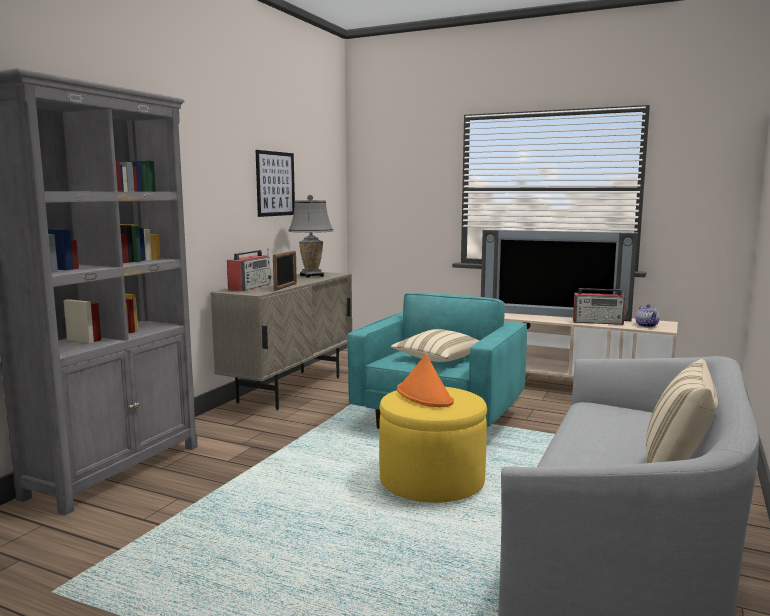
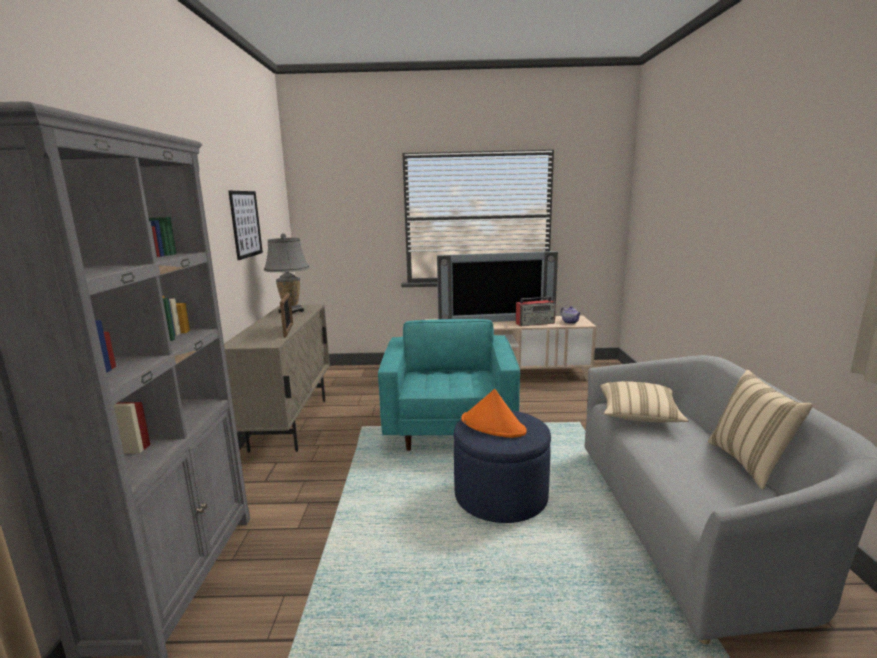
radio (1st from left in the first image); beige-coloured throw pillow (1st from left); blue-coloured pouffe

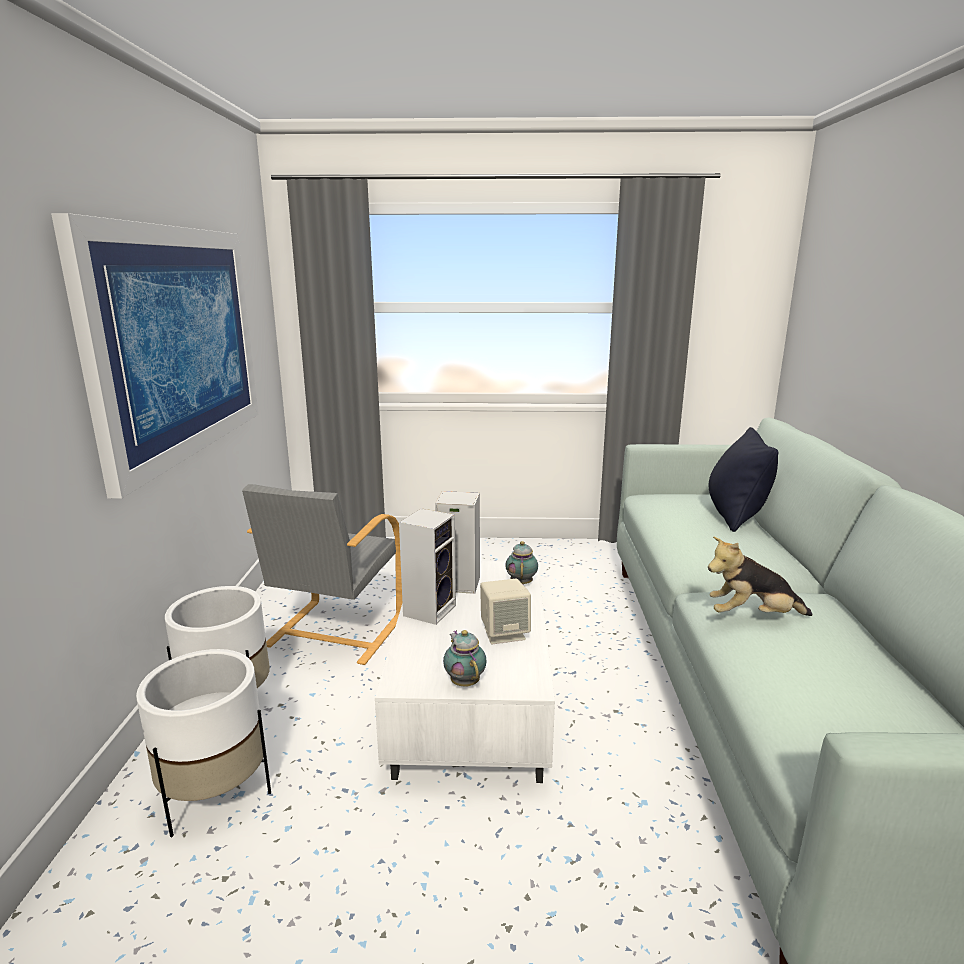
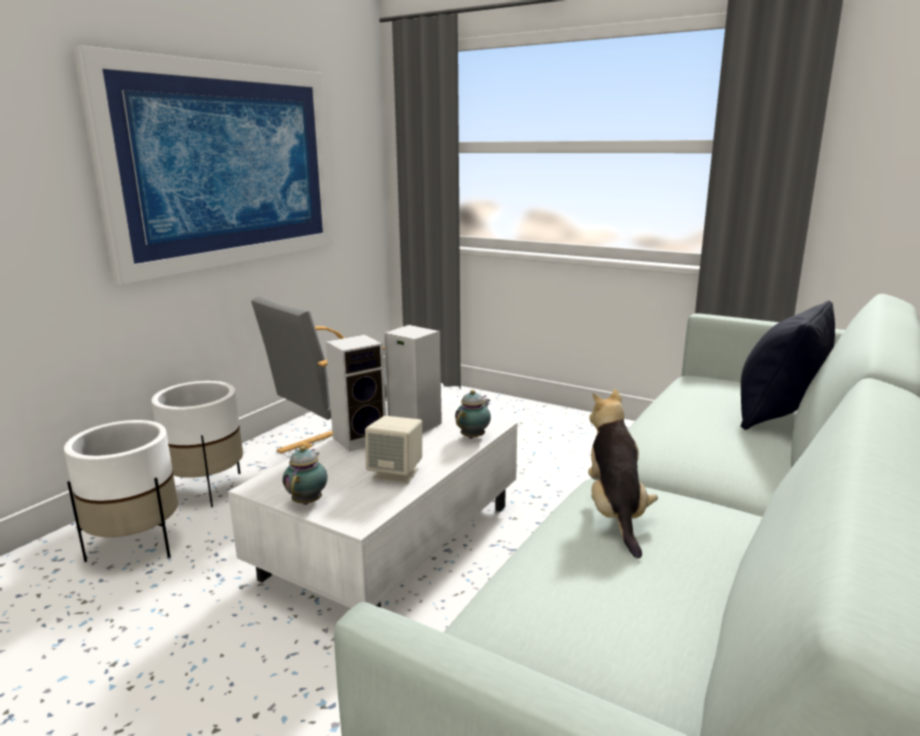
plush toy

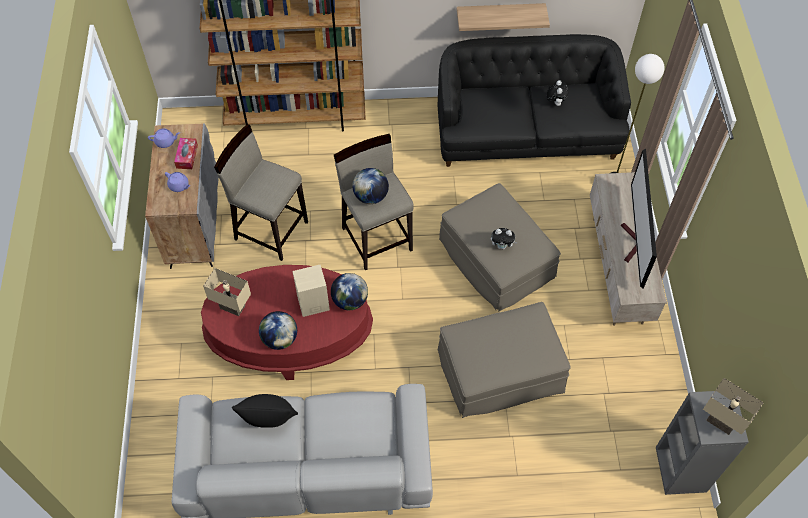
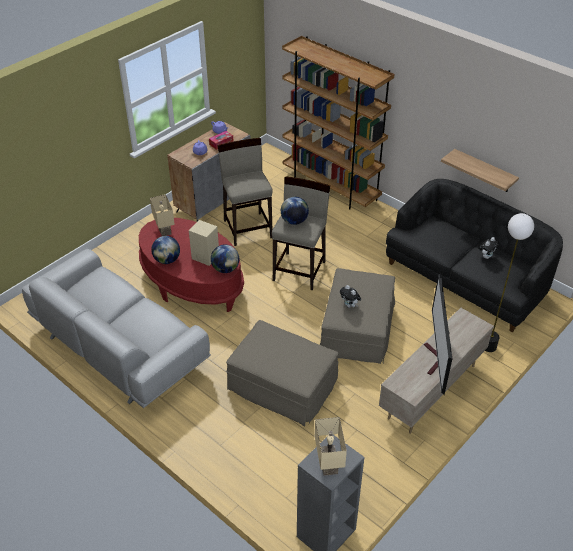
black-coloured throw pillow; TV

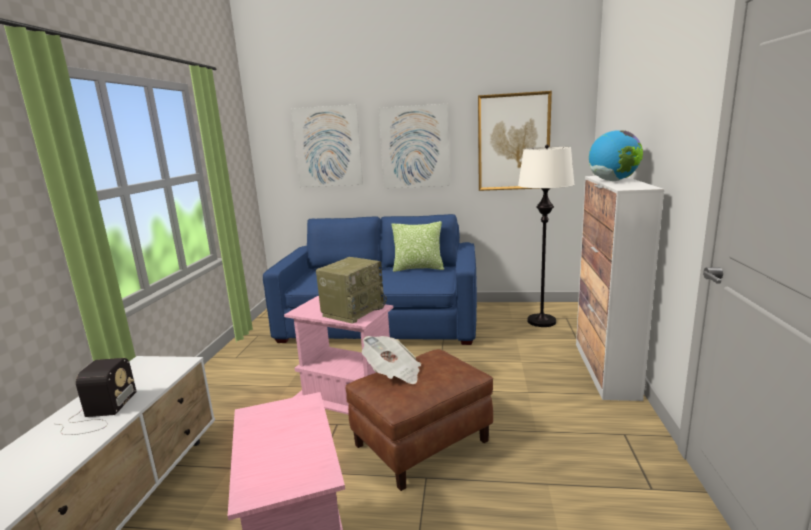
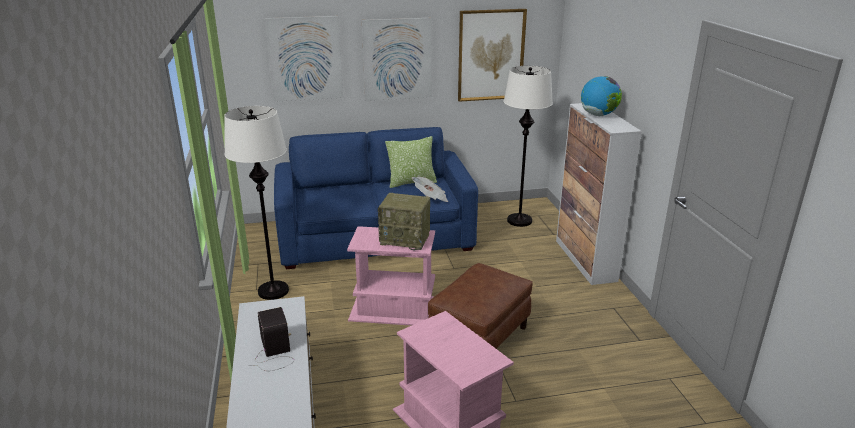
white-coloured standing lamp (1st from left); printed paper; radio (2nd from left)

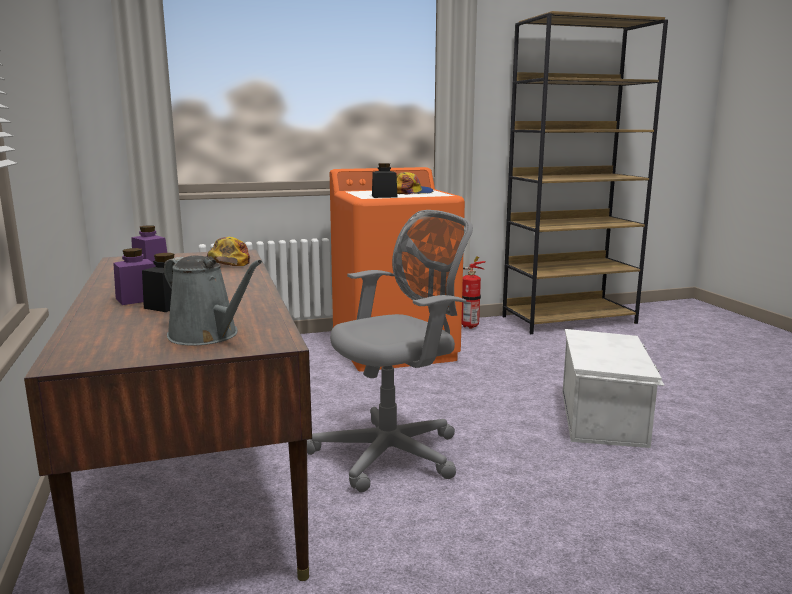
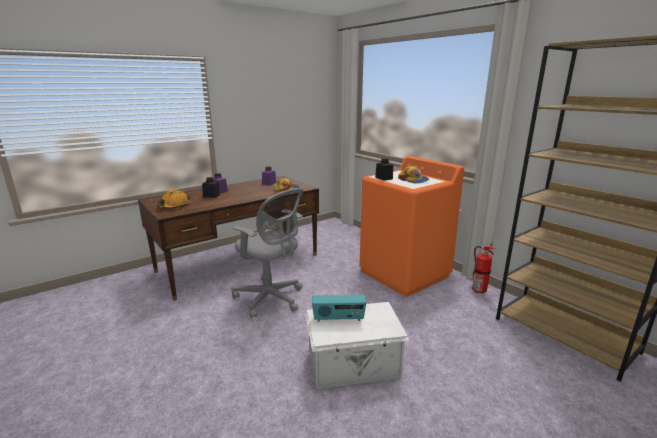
radio; orange-coloured hard hat

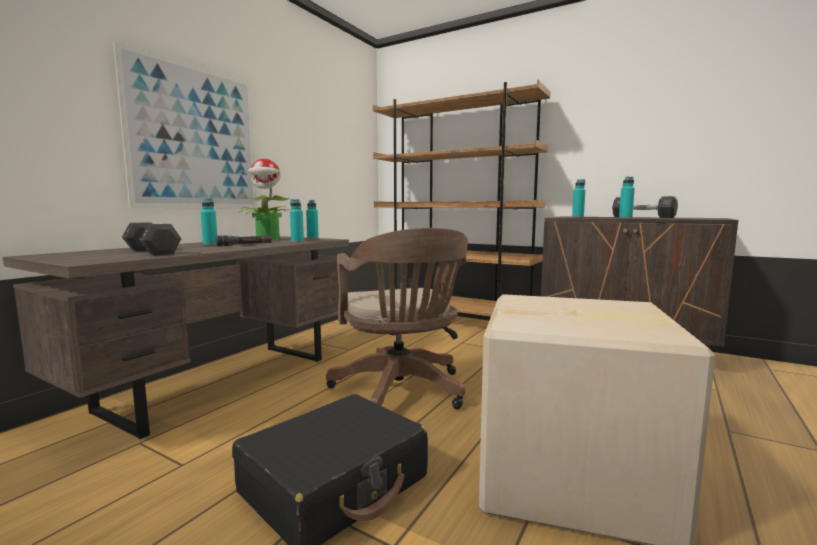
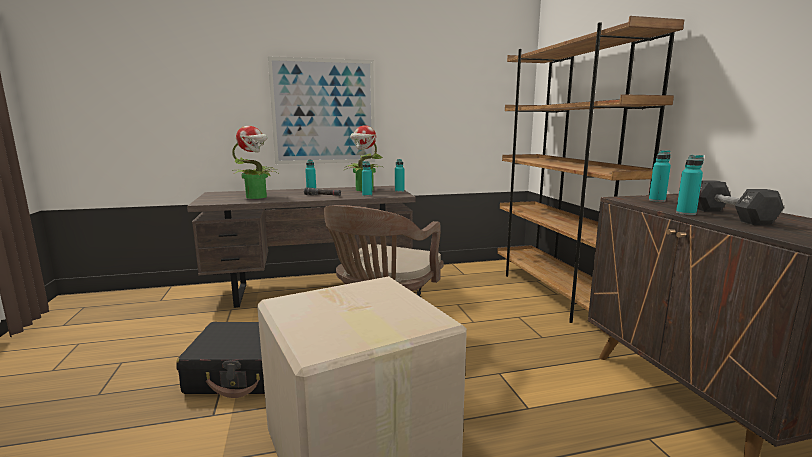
plant in a pot (1st from left)

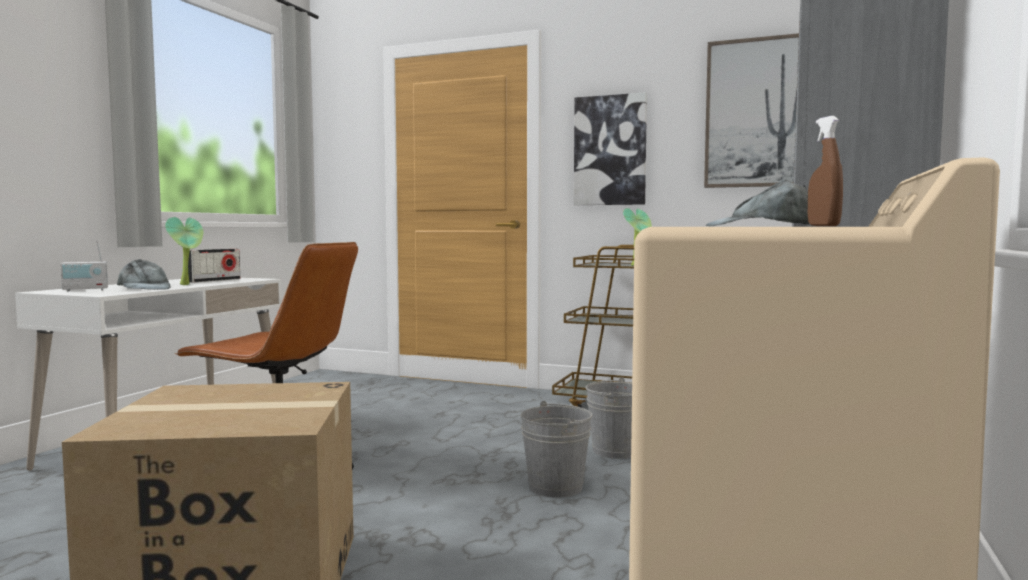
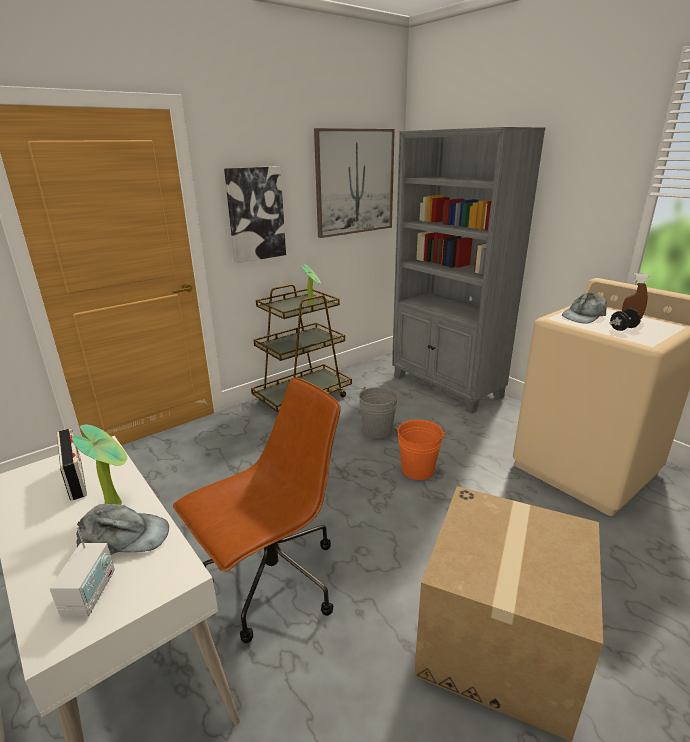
black-coloured free weight; orange-coloured water bucket

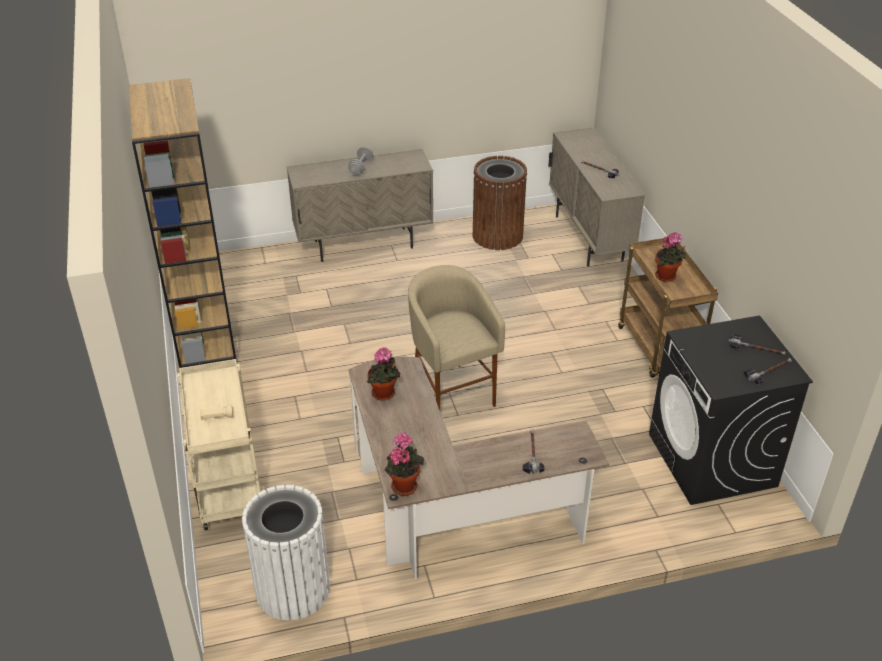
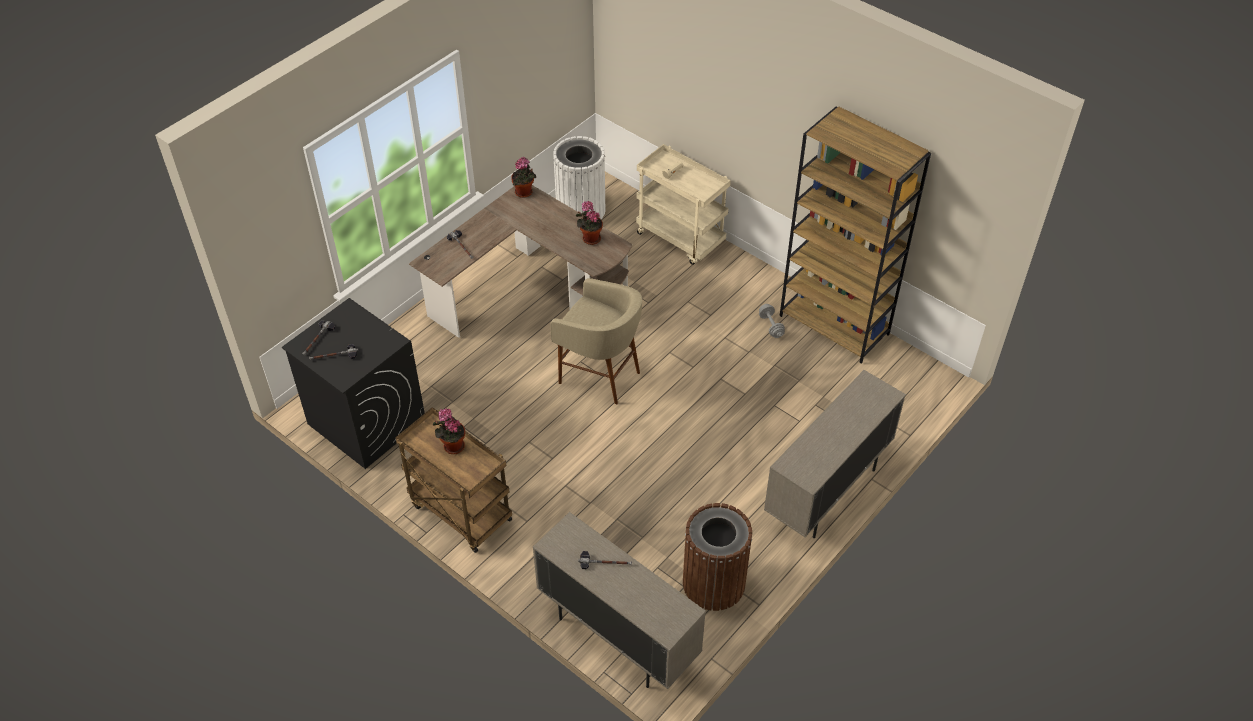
greyish free weight

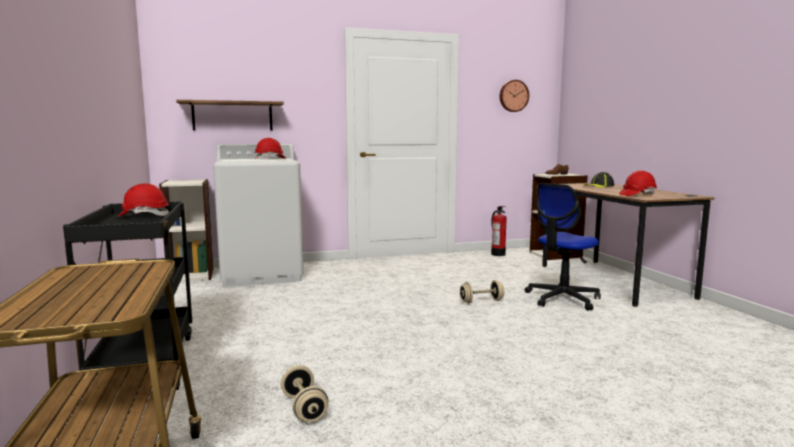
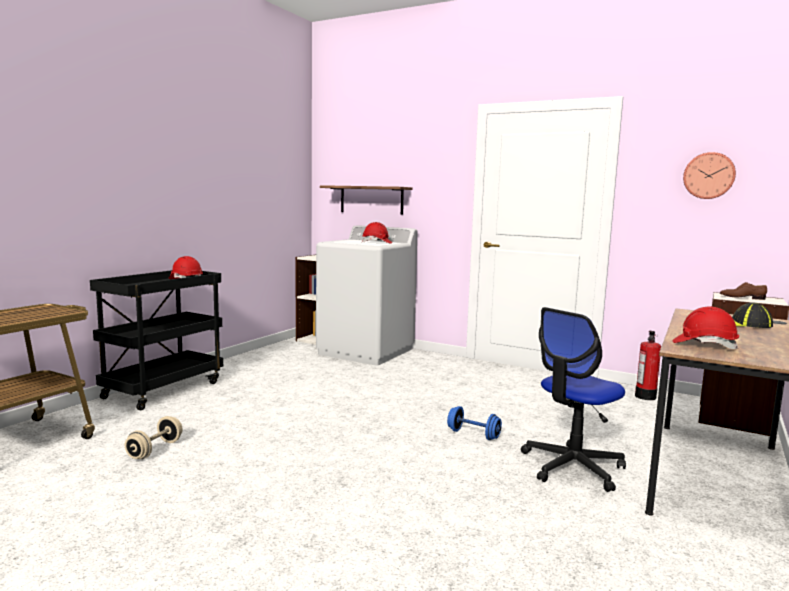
blue-coloured free weight; computer chair

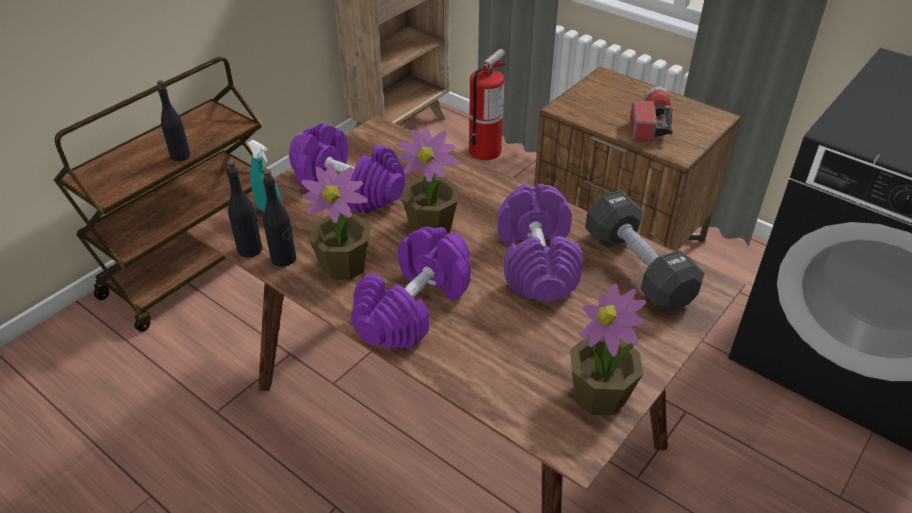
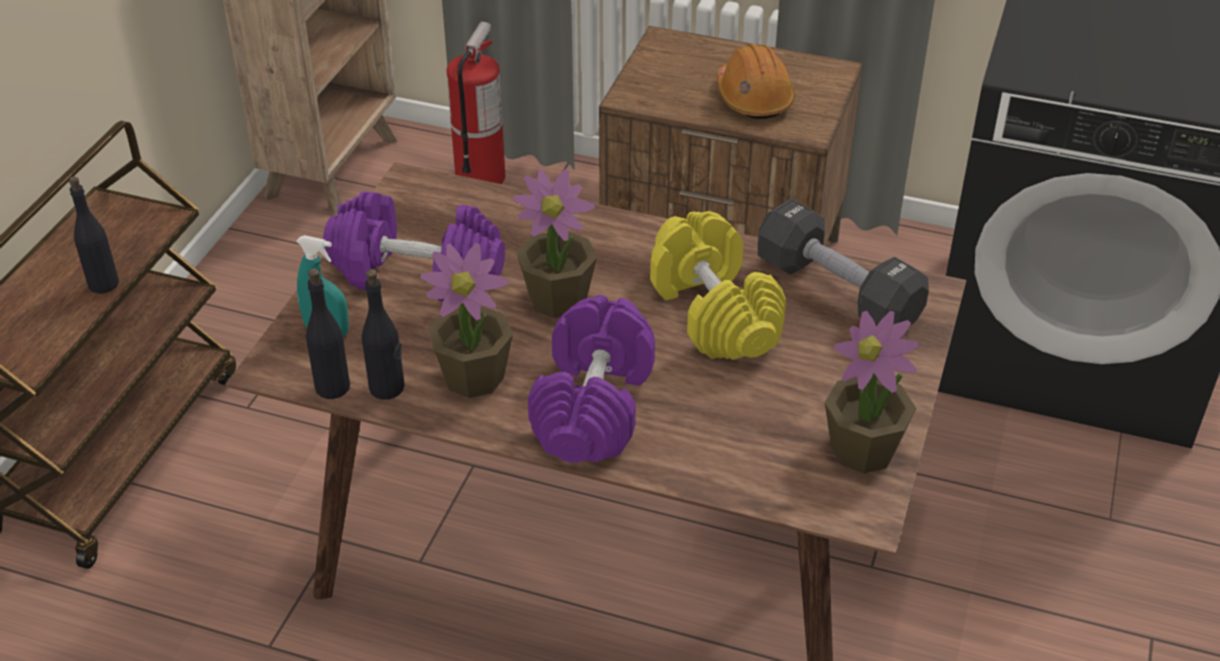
orange-coloured hard hat; yellow free weight

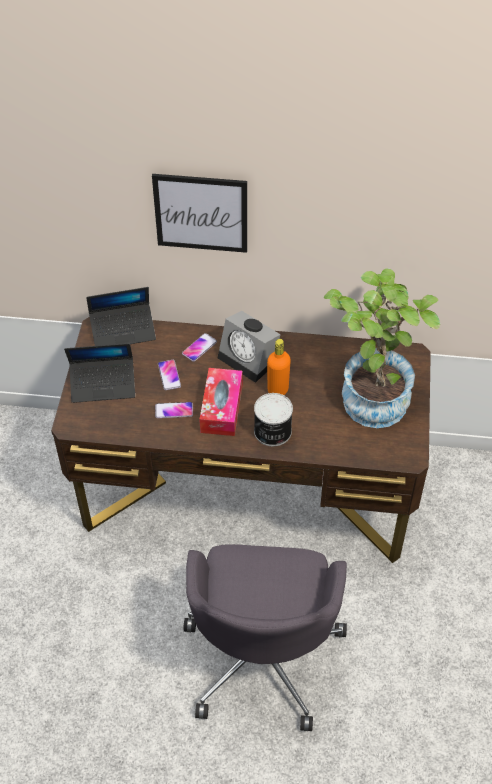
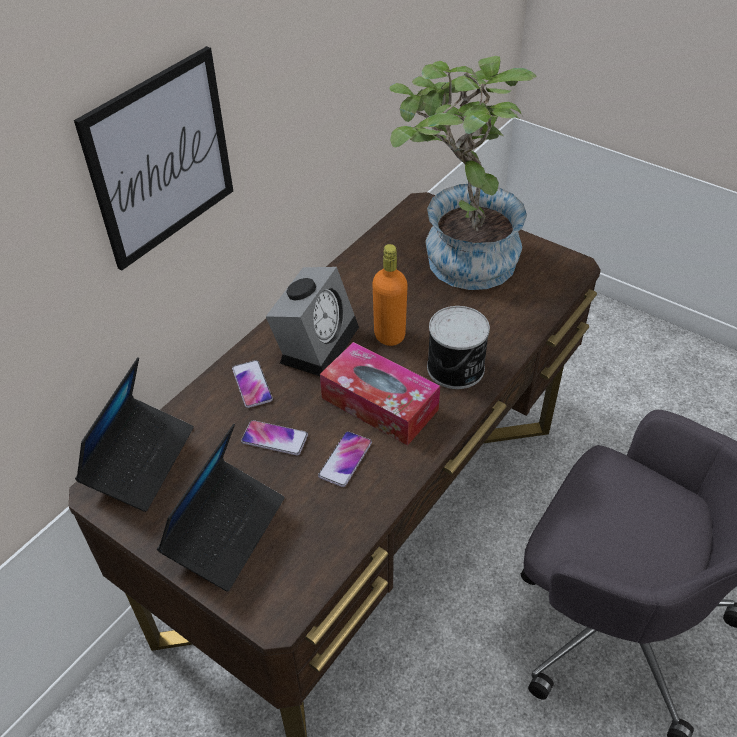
table clock

